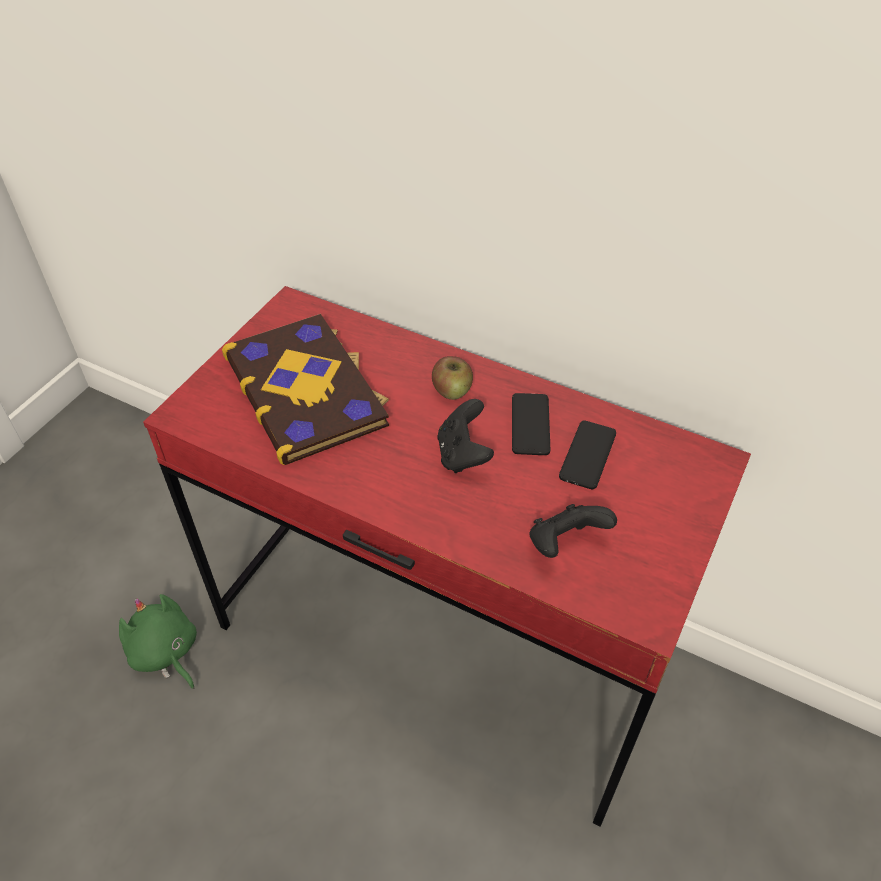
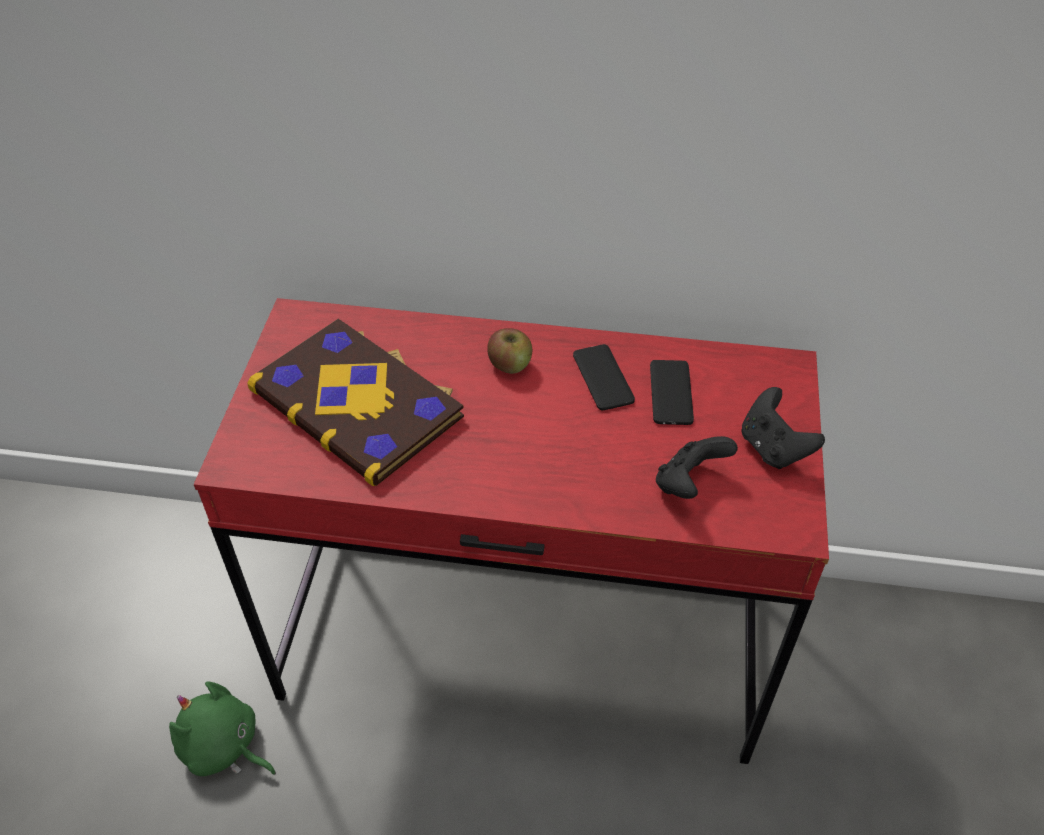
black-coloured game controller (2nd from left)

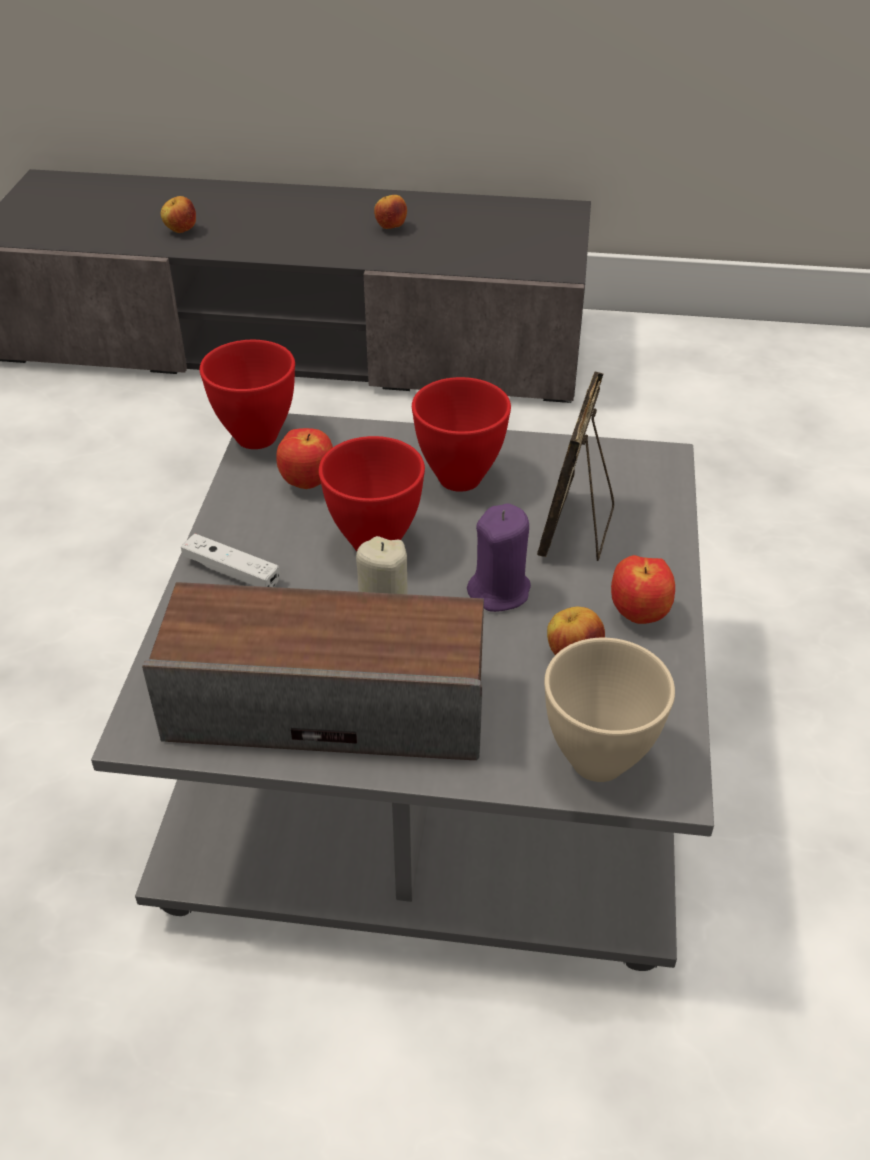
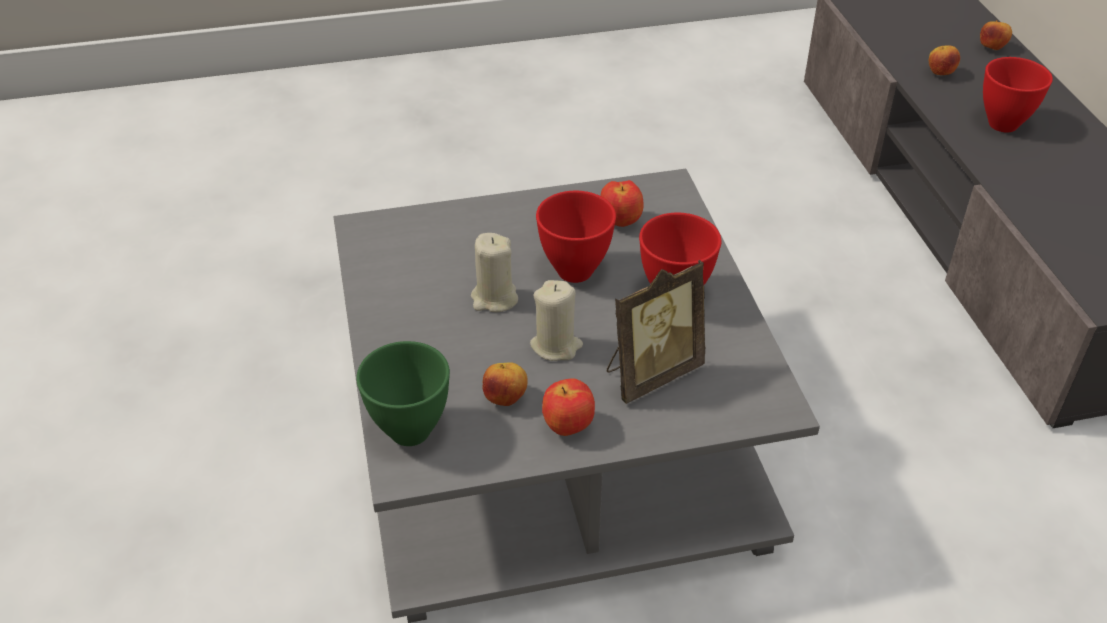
loudspeaker; white-coloured game controller; red-coloured deep dish (3rd from left); apple fruit (5th from left); beige-coloured wax candle (2nd from left); green deep dish; photo frame

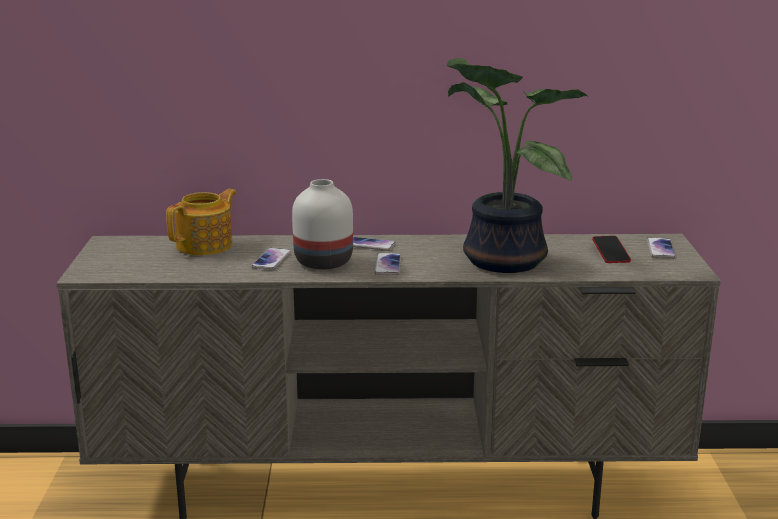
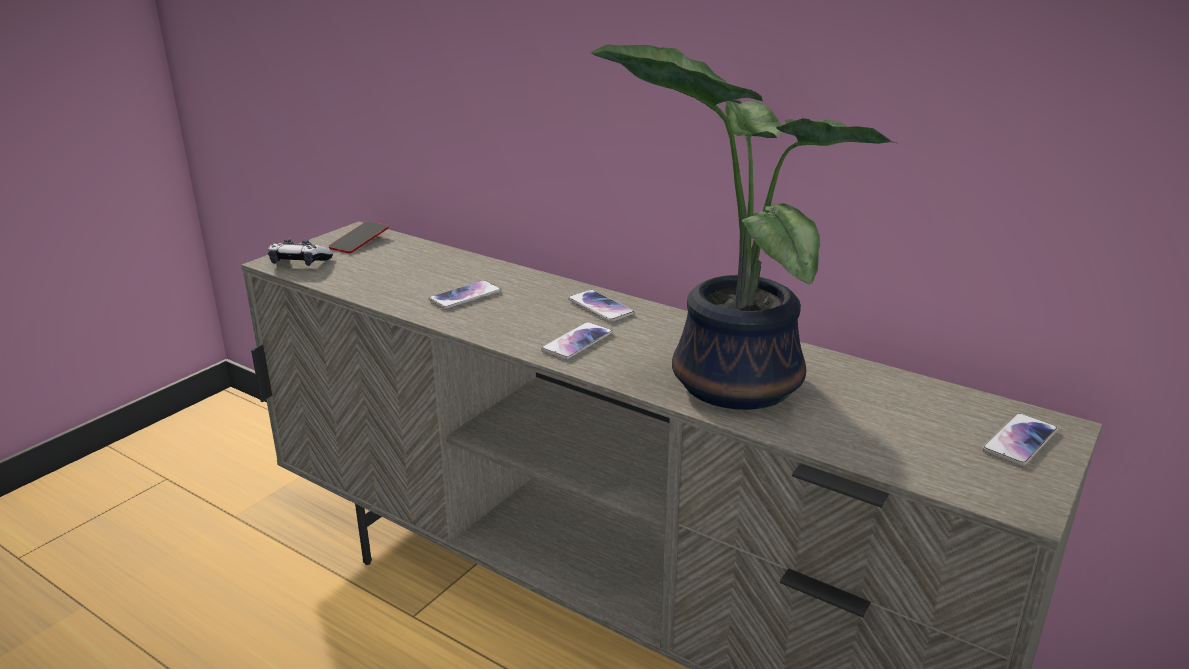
teapot; white-coloured vase; game controller; phone (1st from left)

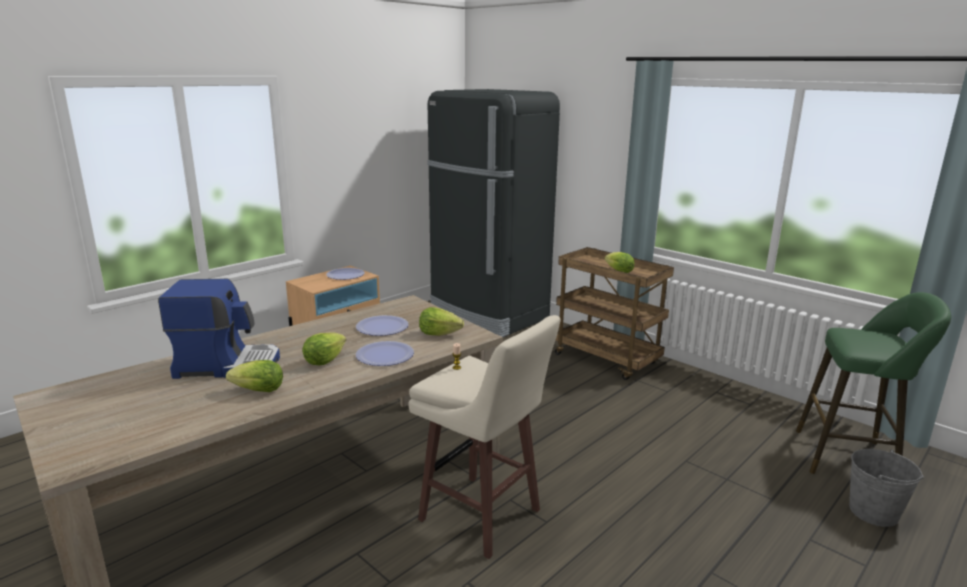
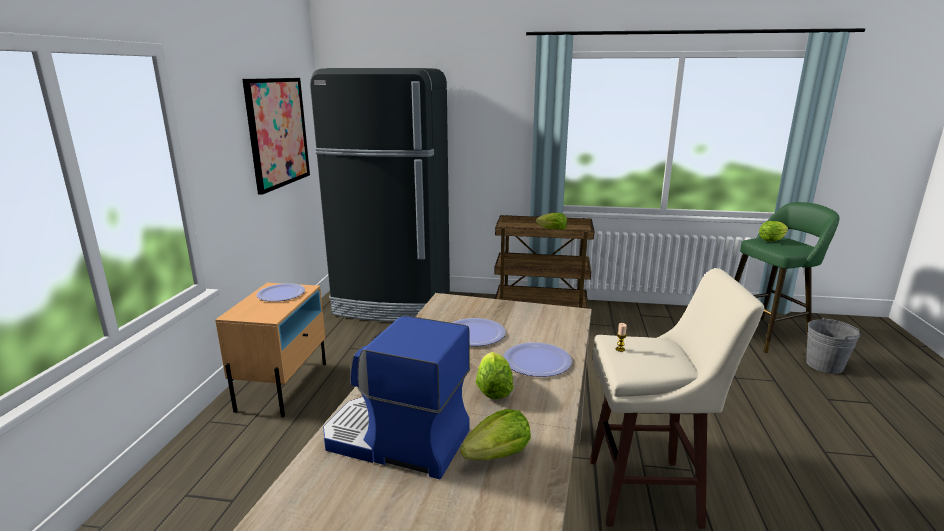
wall picture; lettuce head (4th from left); coffee machine

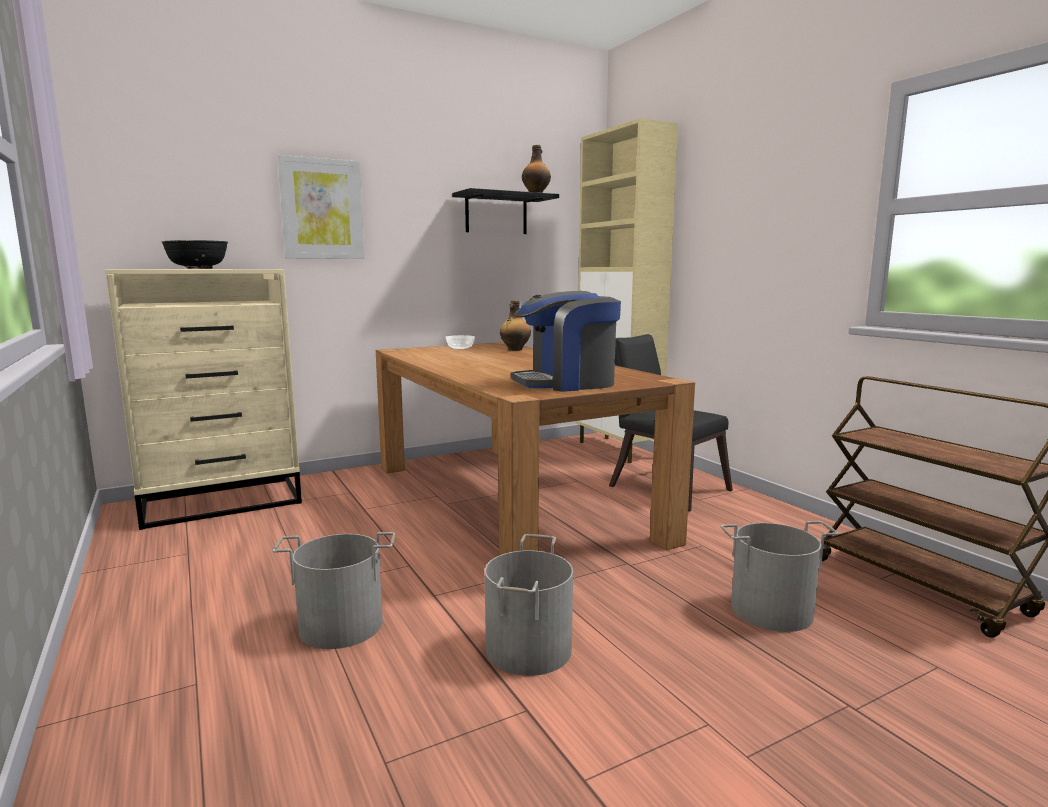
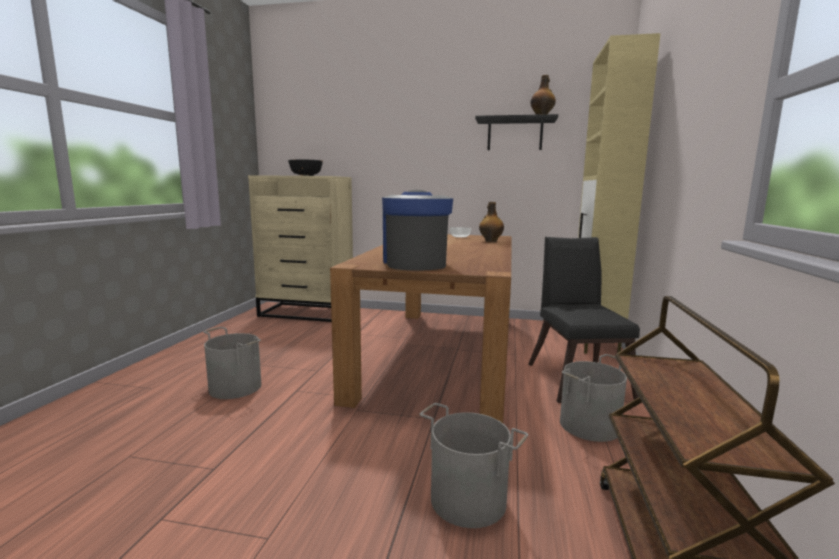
wall picture; greyish water bucket (3rd from left); coffee machine

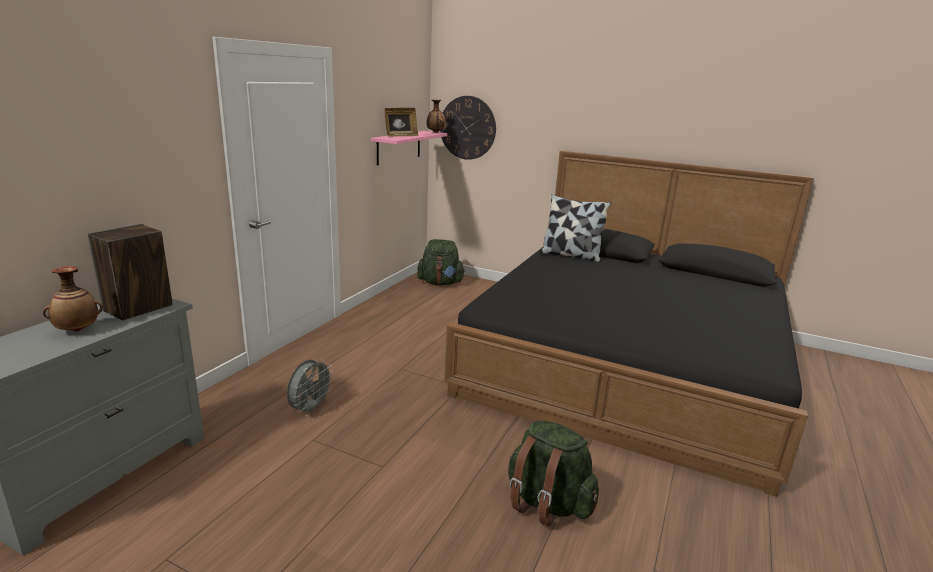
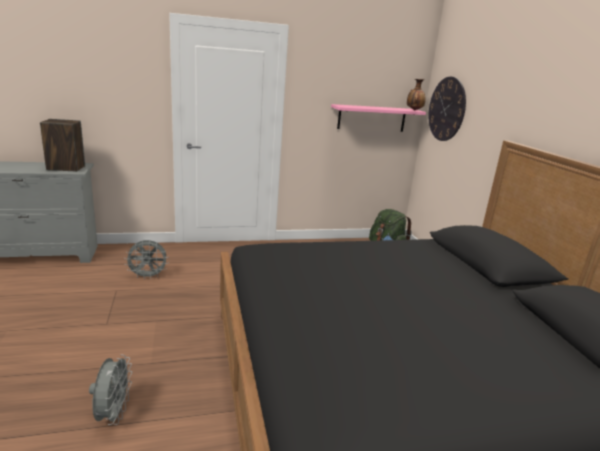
vase (1st from left in the first image); photo frame; throw pillow; greyish electric fan (1st from left)

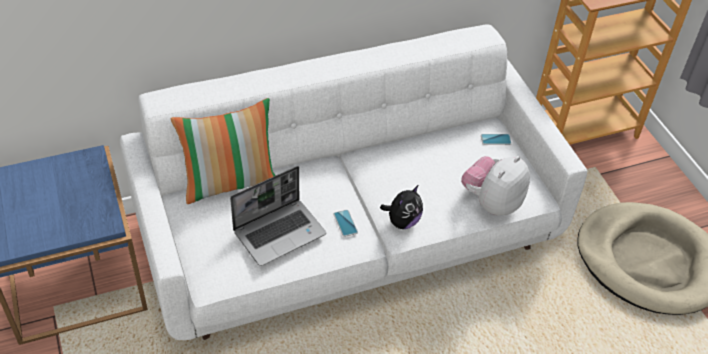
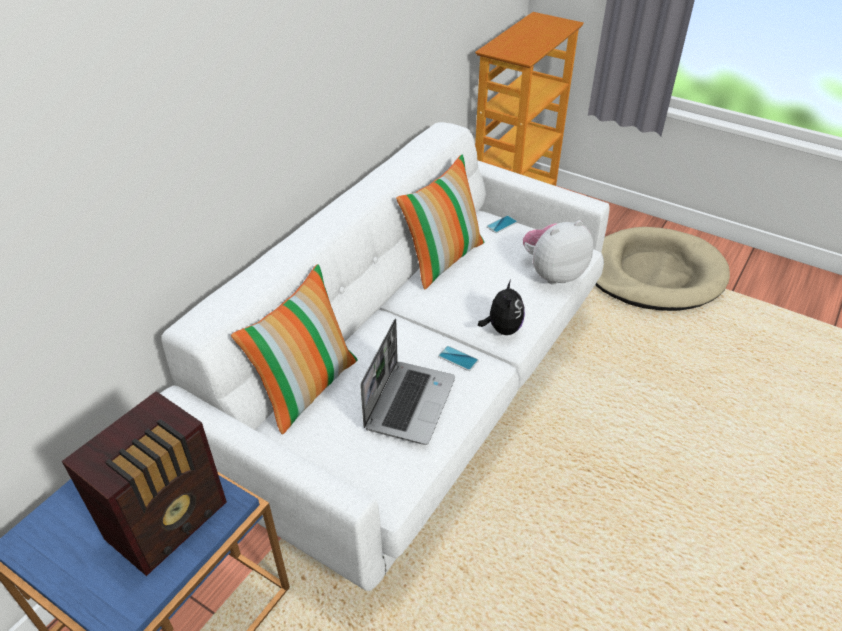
radio; throw pillow (2nd from left); plush toy (2nd from left)

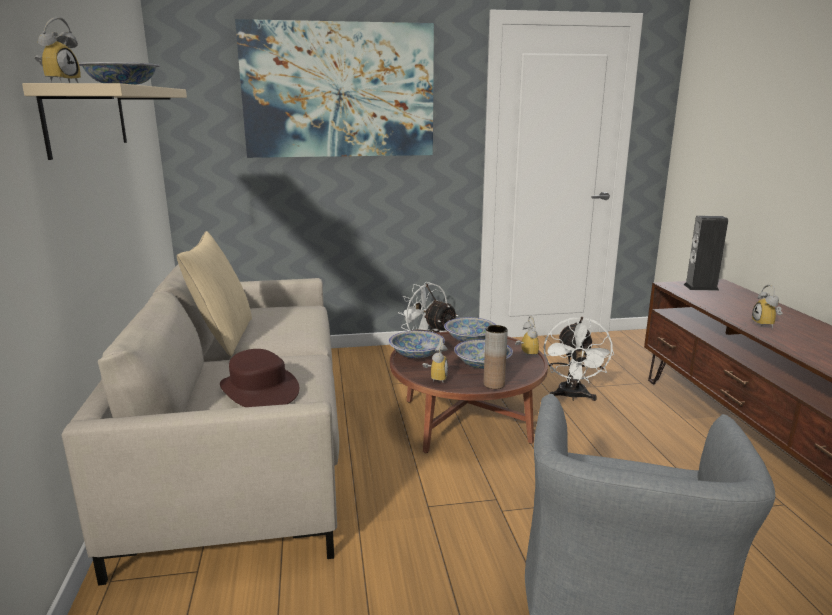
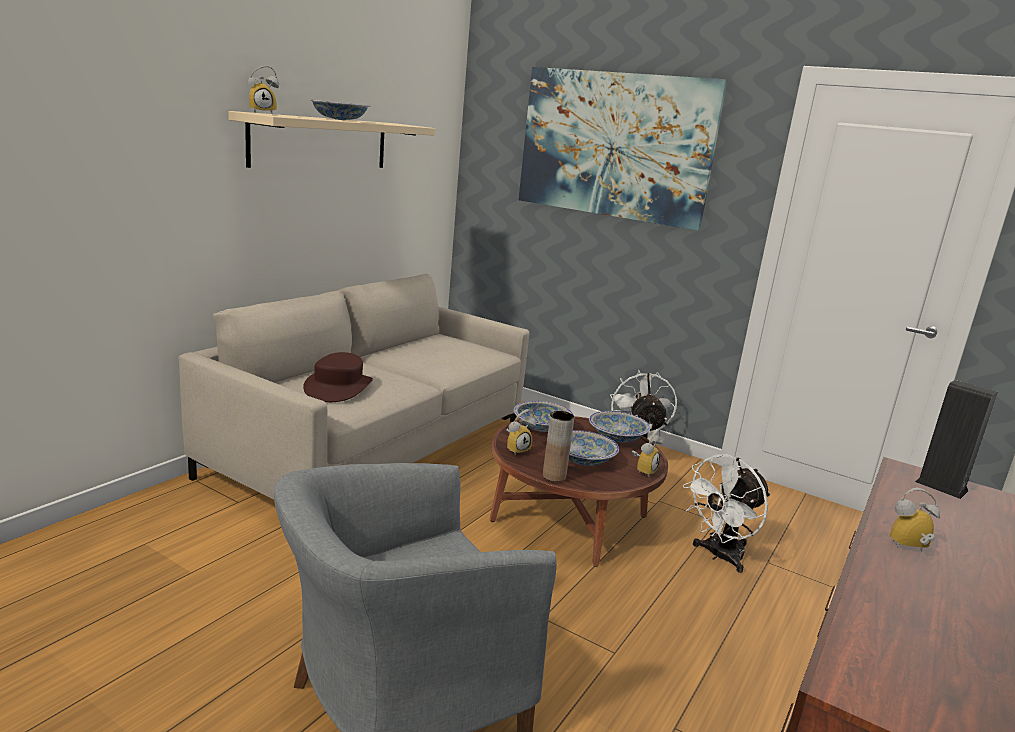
beige-coloured throw pillow; table clock (4th from left)

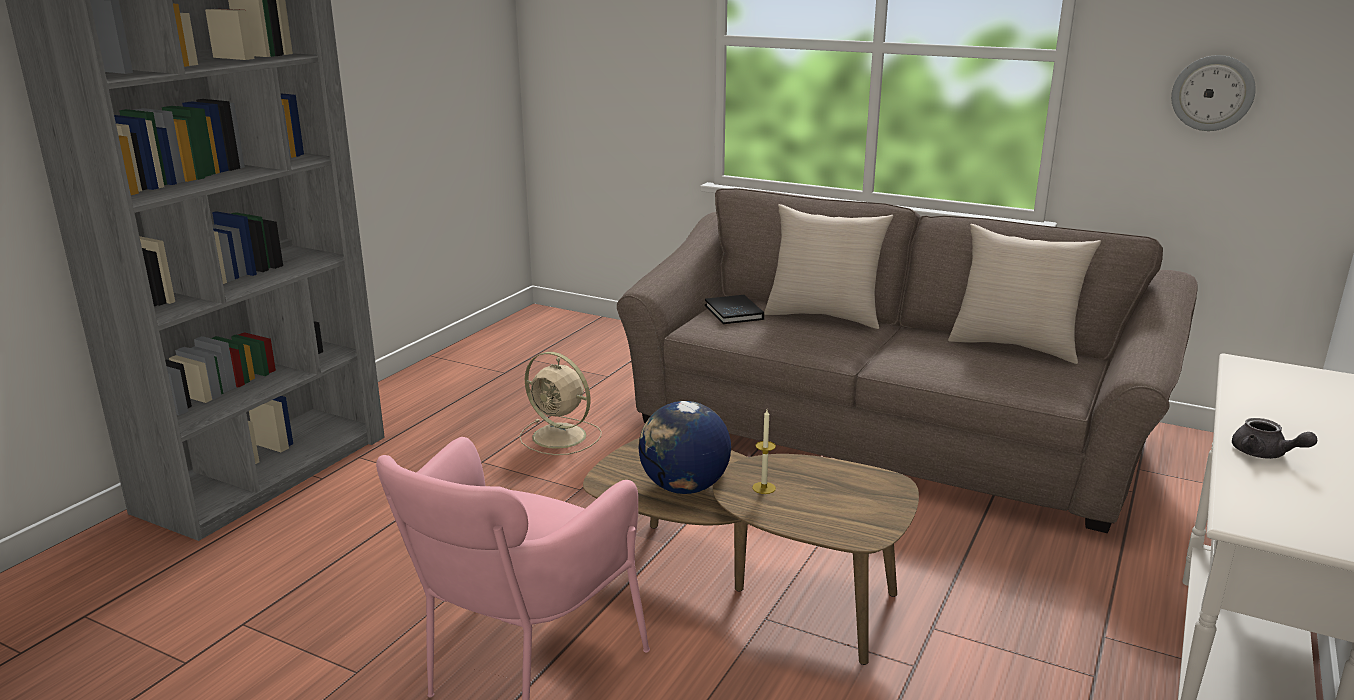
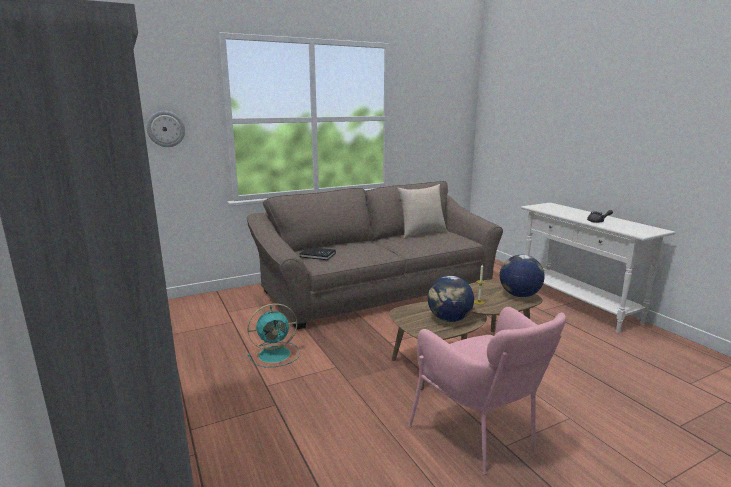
beige-coloured throw pillow (1st from left in the first image); globe (2nd from left); clock on the wall; turquoise-coloured electric fan

